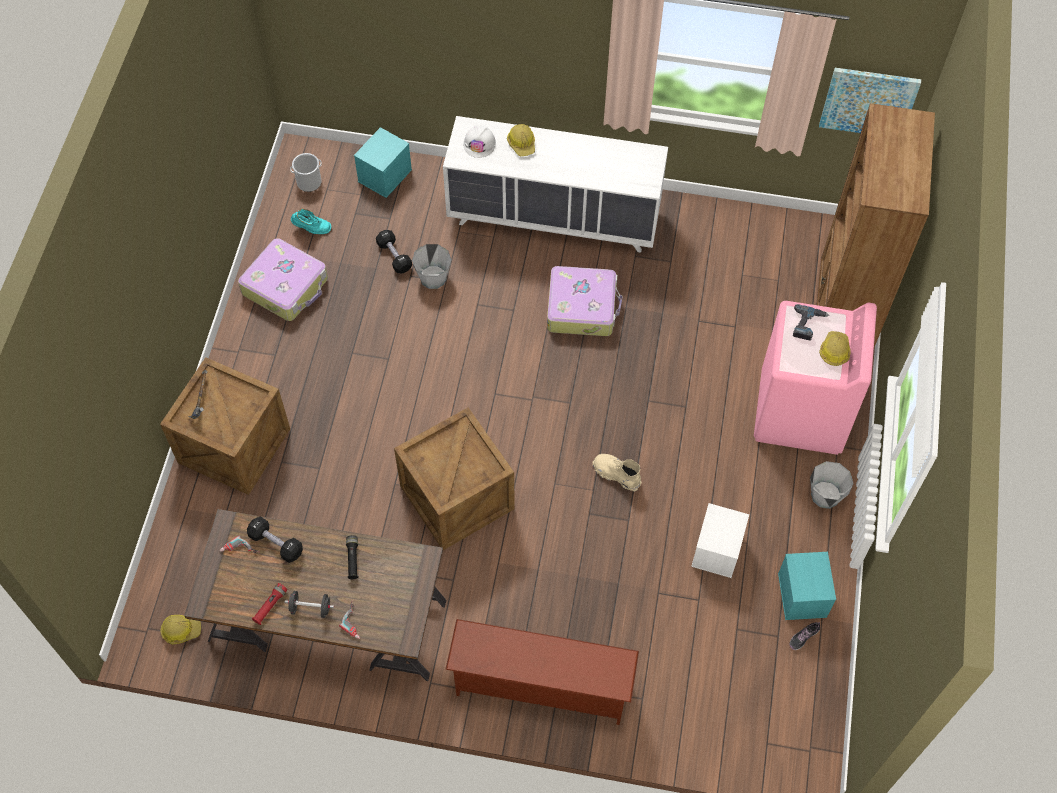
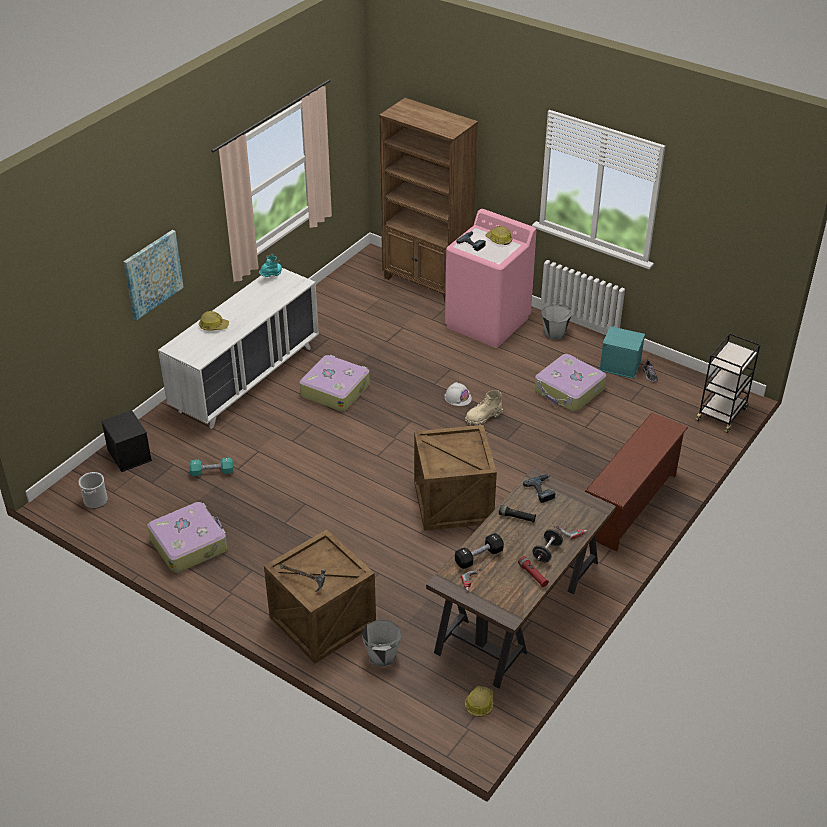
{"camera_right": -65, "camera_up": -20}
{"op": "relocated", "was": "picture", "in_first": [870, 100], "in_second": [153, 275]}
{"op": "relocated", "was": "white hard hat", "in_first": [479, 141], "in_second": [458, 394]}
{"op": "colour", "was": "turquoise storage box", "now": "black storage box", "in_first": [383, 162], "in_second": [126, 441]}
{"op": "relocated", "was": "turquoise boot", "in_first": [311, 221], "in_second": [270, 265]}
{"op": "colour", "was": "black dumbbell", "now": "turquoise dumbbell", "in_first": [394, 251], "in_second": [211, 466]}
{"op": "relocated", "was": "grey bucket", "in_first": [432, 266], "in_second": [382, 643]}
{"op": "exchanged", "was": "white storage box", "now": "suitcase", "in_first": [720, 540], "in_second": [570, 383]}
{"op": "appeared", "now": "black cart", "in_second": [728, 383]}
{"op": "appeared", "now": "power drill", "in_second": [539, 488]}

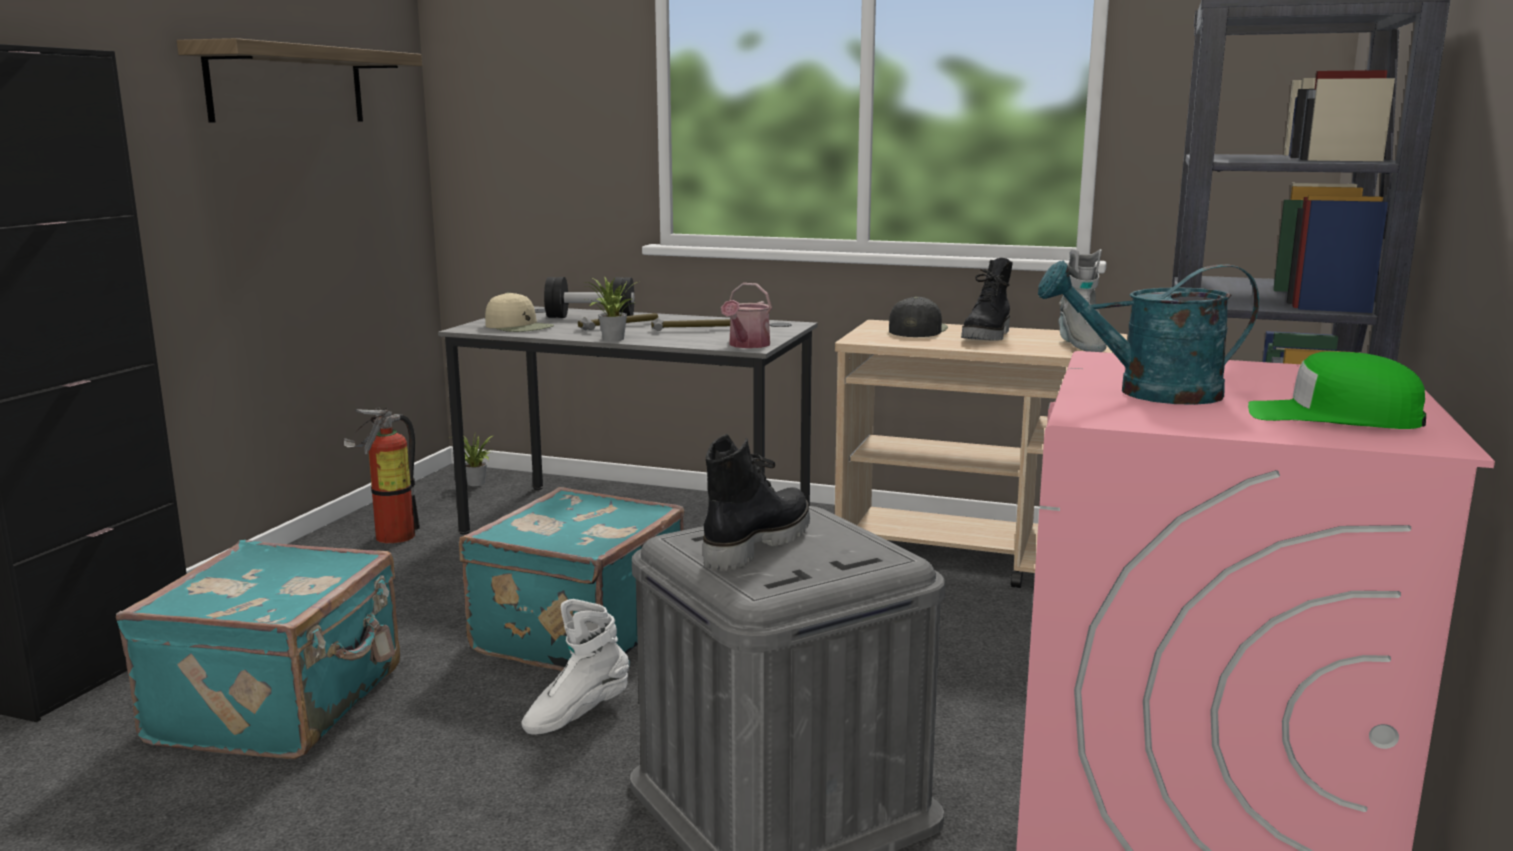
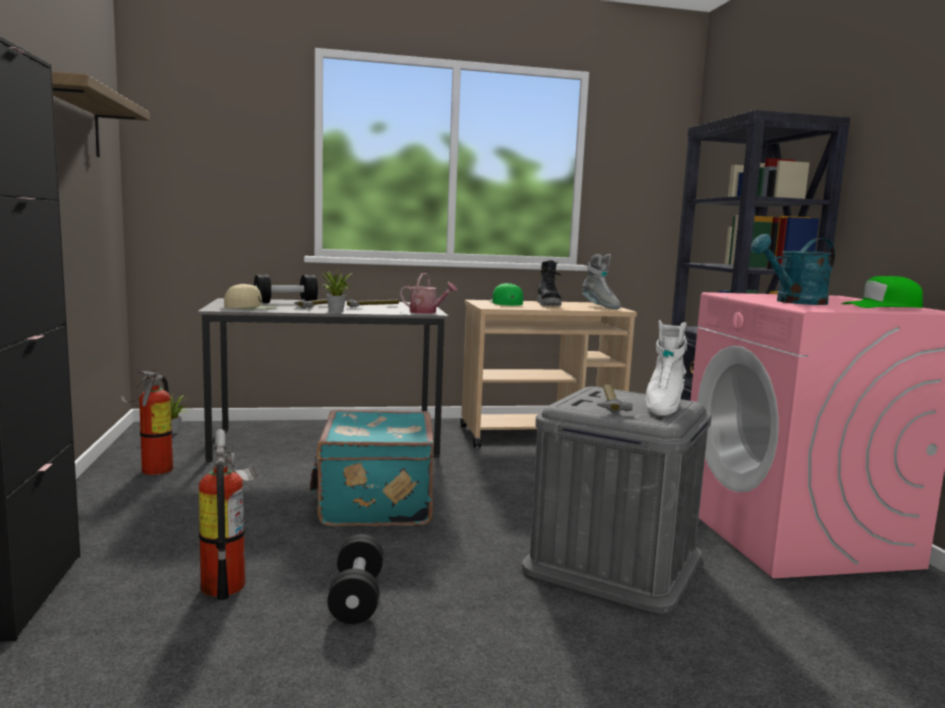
{"camera_right": -30, "camera_up": -5}
{"op": "spun", "was": "watering can", "in_first": [746, 315], "in_second": [428, 293], "clockwise": -60}
{"op": "colour", "was": "black cap", "now": "green cap", "in_first": [918, 317], "in_second": [506, 294]}
{"op": "exchanged", "was": "black boot", "now": "hammer", "in_first": [756, 502], "in_second": [615, 398]}
{"op": "exchanged", "was": "turquoise suitcase", "now": "fire extinguisher", "in_first": [258, 649], "in_second": [228, 514]}
{"op": "relocated", "was": "white boot", "in_first": [575, 667], "in_second": [666, 368]}
{"op": "appeared", "now": "black dumbbell", "in_second": [355, 579]}

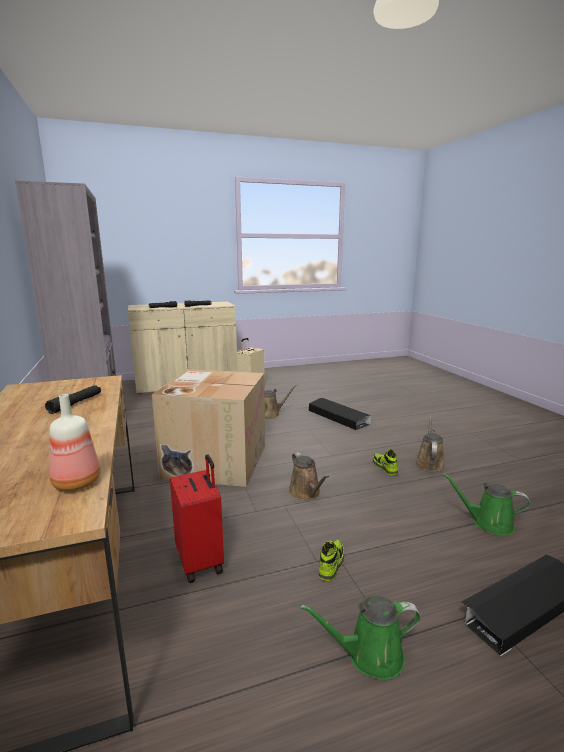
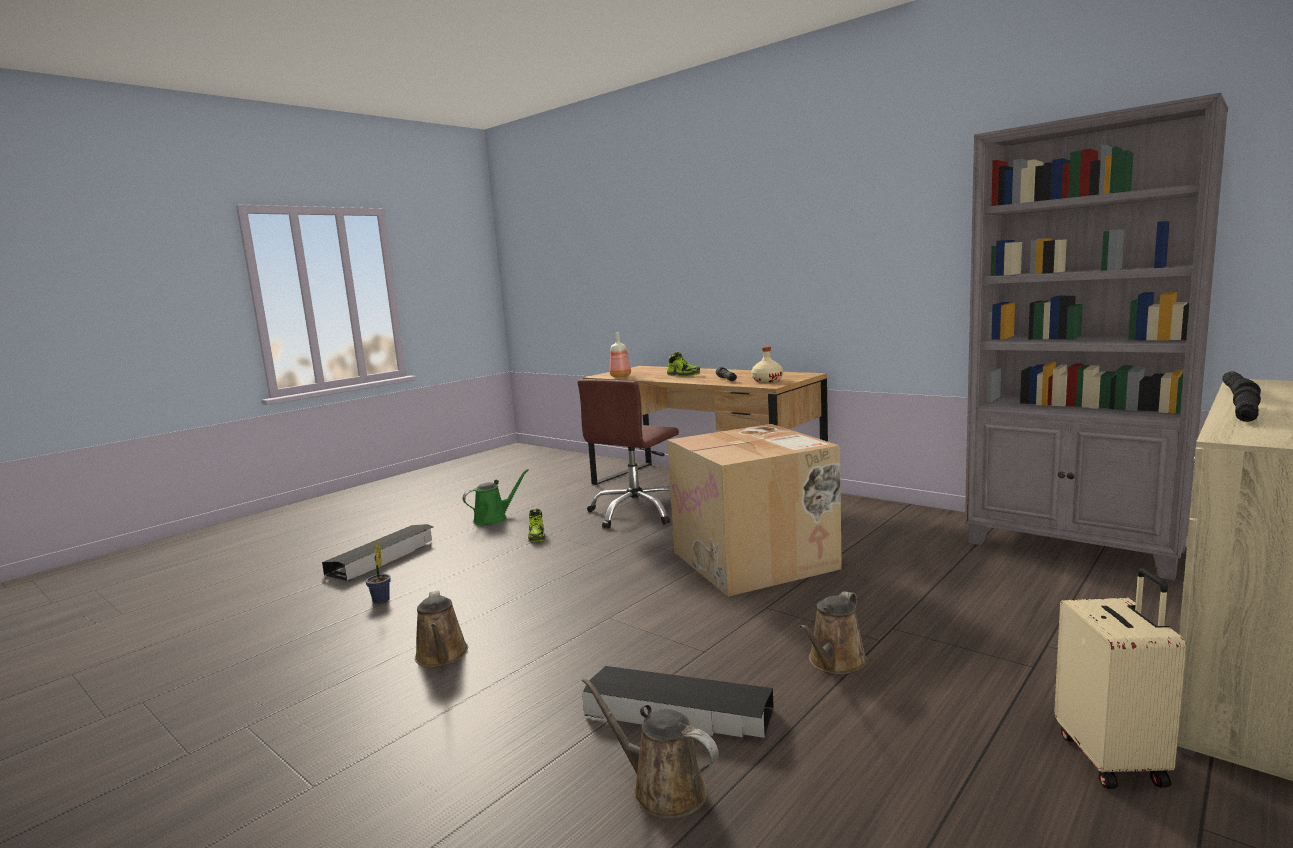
{"camera_right": 150, "camera_up": -5}
{"op": "relocated", "was": "shoe", "in_first": [385, 462], "in_second": [683, 364]}
{"op": "relocated", "was": "brown watering can", "in_first": [309, 476], "in_second": [650, 748]}
{"op": "exchanged", "was": "red suitcase", "now": "brown office chair", "in_first": [197, 518], "in_second": [628, 454]}
{"op": "exchanged", "was": "green watering can", "now": "potted plant", "in_first": [486, 504], "in_second": [378, 572]}
{"op": "appeared", "now": "beige bottle", "in_second": [767, 364]}

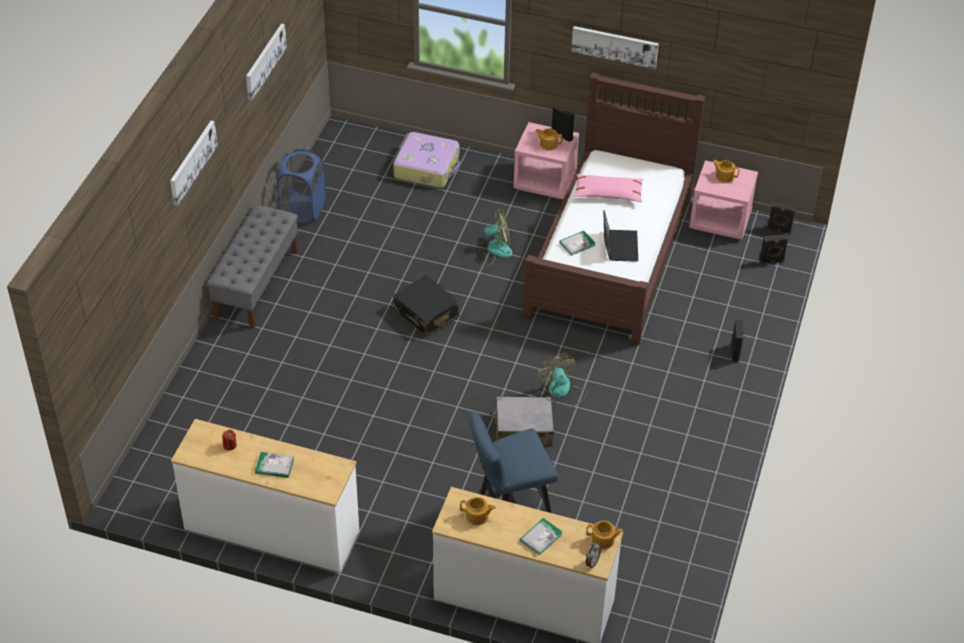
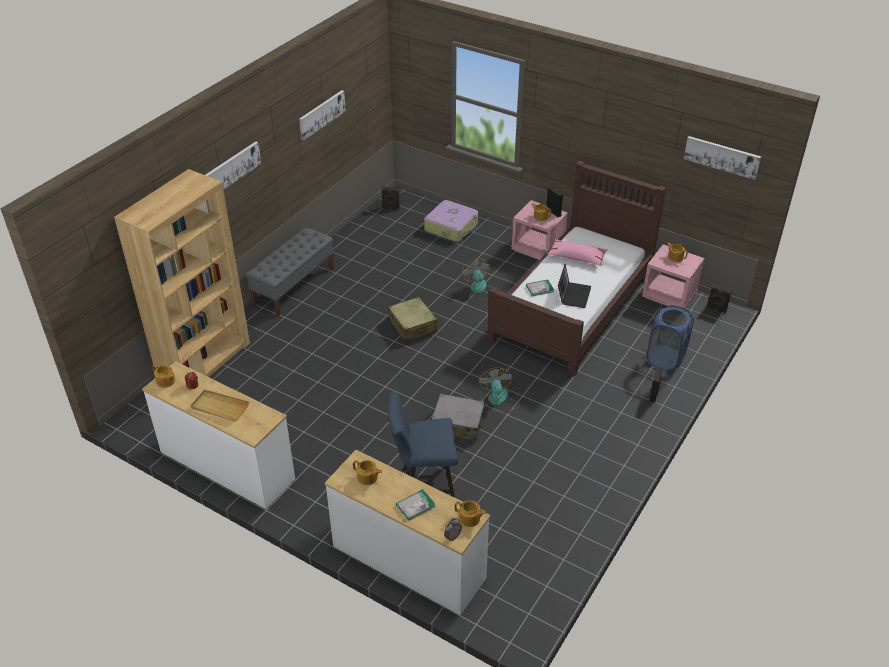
{"camera_right": 15, "camera_up": -5}
{"op": "relocated", "was": "picture", "in_first": [615, 47], "in_second": [722, 158]}
{"op": "relocated", "was": "blue laundry basket", "in_first": [301, 186], "in_second": [670, 338]}
{"op": "spun", "was": "fan", "in_first": [493, 238], "in_second": [480, 279], "clockwise": -120}
{"op": "relocated", "was": "black speaker", "in_first": [774, 249], "in_second": [390, 198]}
{"op": "colour", "was": "black suitcase", "now": "beige suitcase", "in_first": [426, 306], "in_second": [412, 319]}
{"op": "exchanged", "was": "book", "now": "beige tray", "in_first": [274, 465], "in_second": [220, 406]}
{"op": "appeared", "now": "brown bookcase", "in_second": [182, 273]}
{"op": "appeared", "now": "teapot", "in_second": [163, 376]}

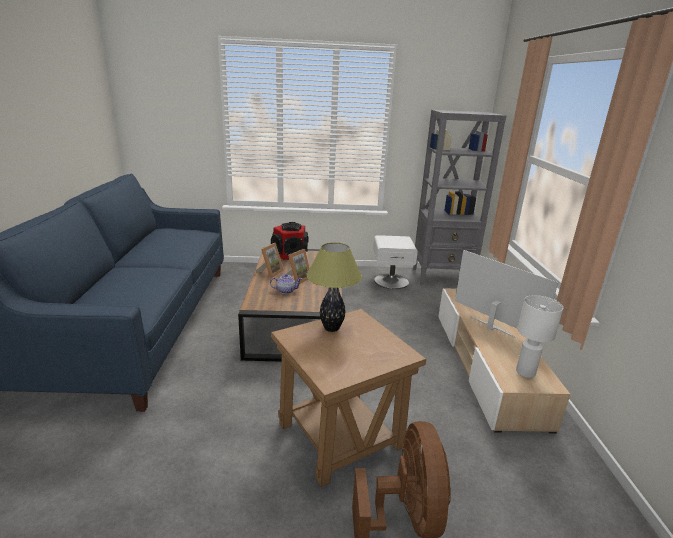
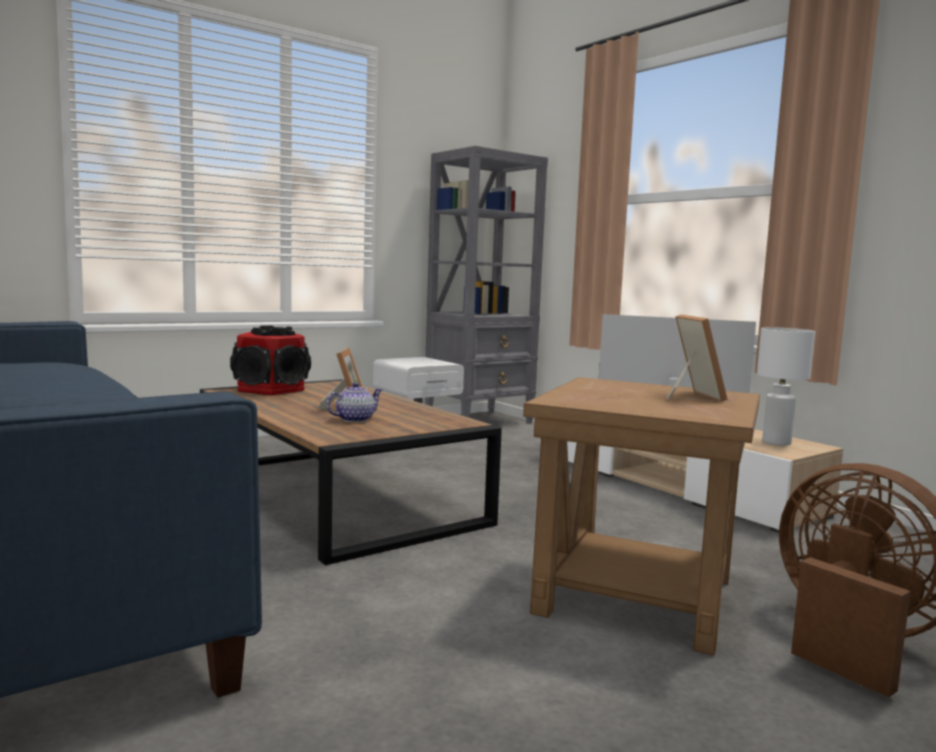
{"camera_right": -35, "camera_up": -15}
{"op": "missing", "was": "table lamp", "in_first": [334, 287]}
{"op": "relocated", "was": "picture frame", "in_first": [270, 260], "in_second": [697, 358]}

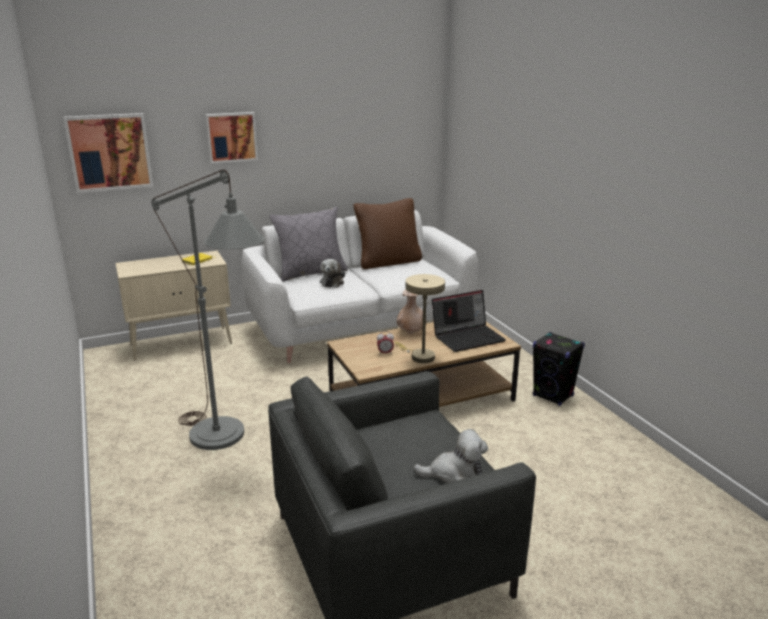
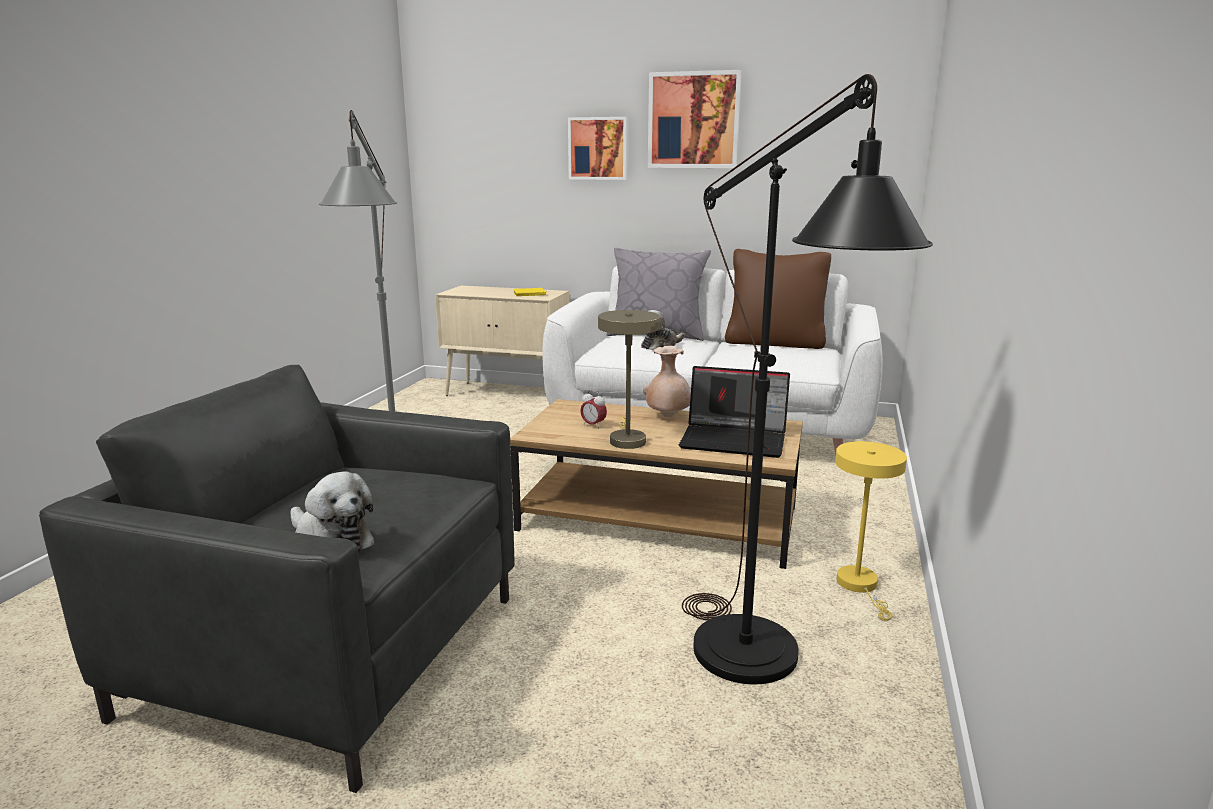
{"camera_right": 40, "camera_up": -5}
{"op": "relocated", "was": "picture", "in_first": [108, 153], "in_second": [695, 119]}
{"op": "exchanged", "was": "black speaker", "now": "yellow table lamp", "in_first": [559, 369], "in_second": [871, 531]}
{"op": "appeared", "now": "black floor lamp", "in_second": [807, 379]}

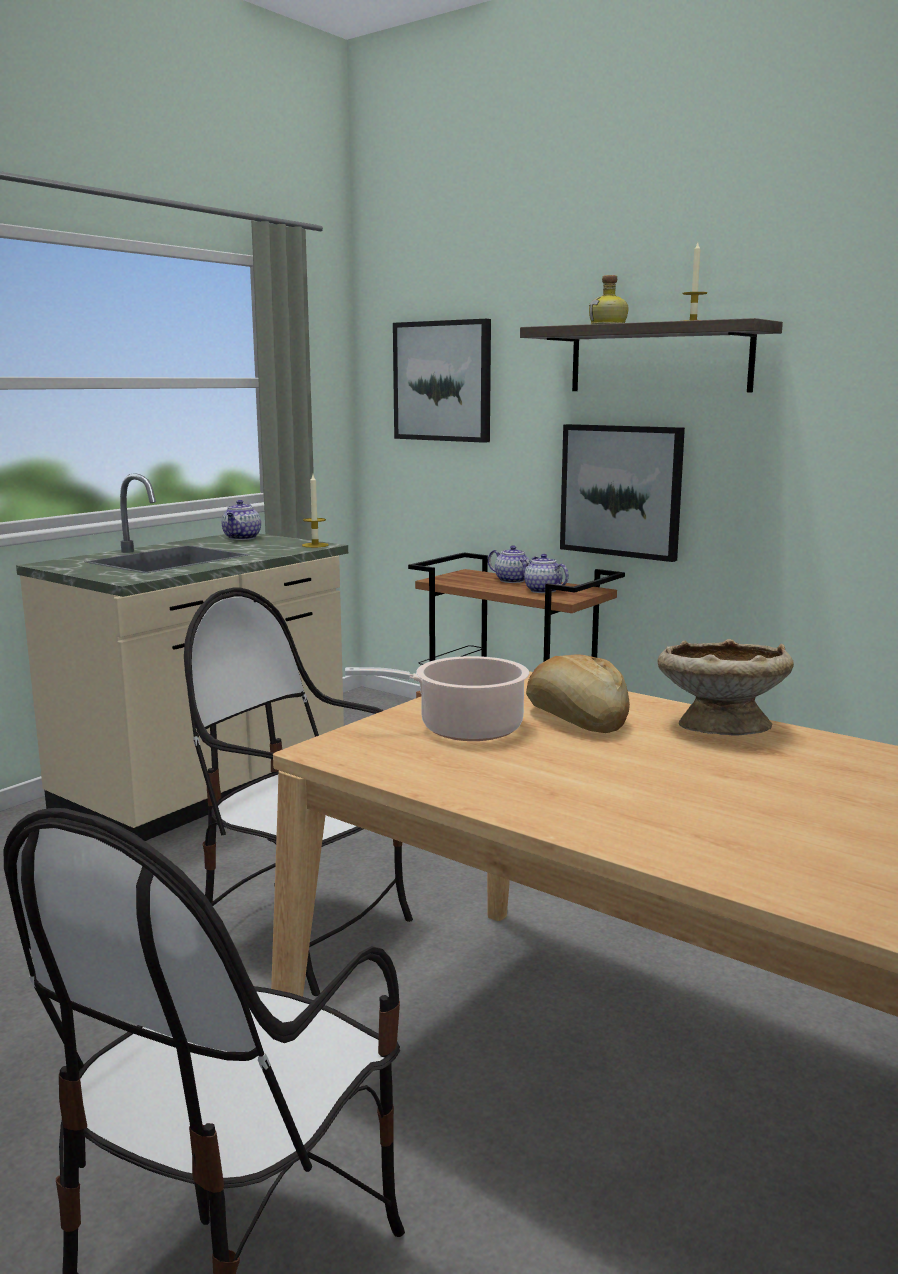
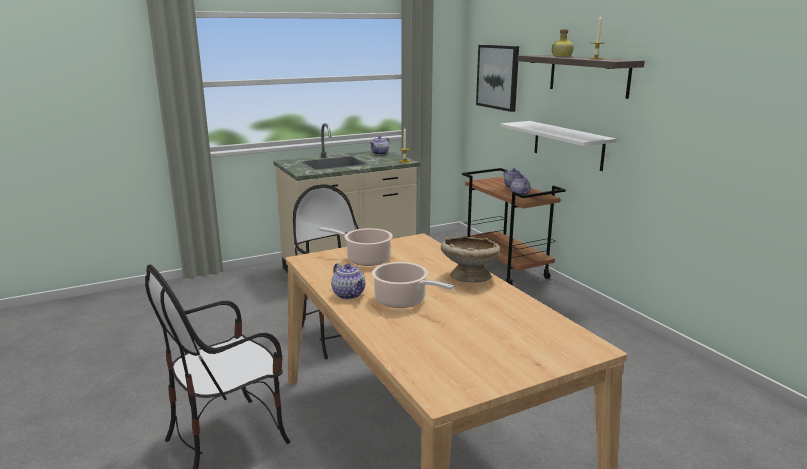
{"camera_right": 25, "camera_up": 5}
{"op": "exchanged", "was": "picture", "now": "white shelf", "in_first": [622, 493], "in_second": [558, 146]}
{"op": "missing", "was": "bread", "in_first": [578, 693]}
{"op": "appeared", "now": "cooking pot", "in_second": [413, 285]}
{"op": "appeared", "now": "teapot", "in_second": [348, 281]}

